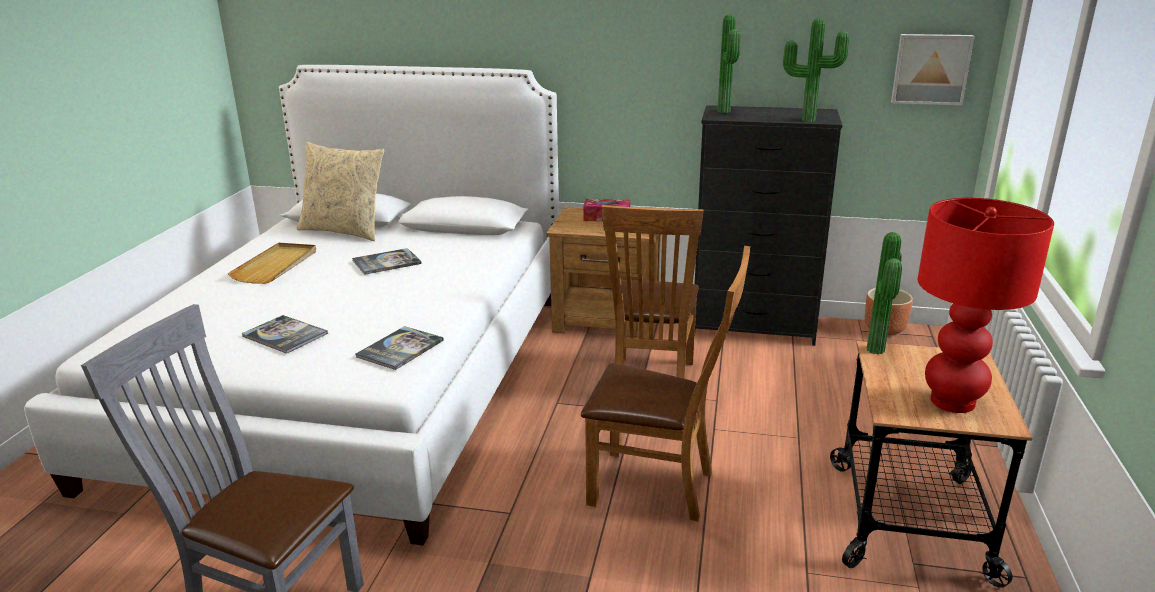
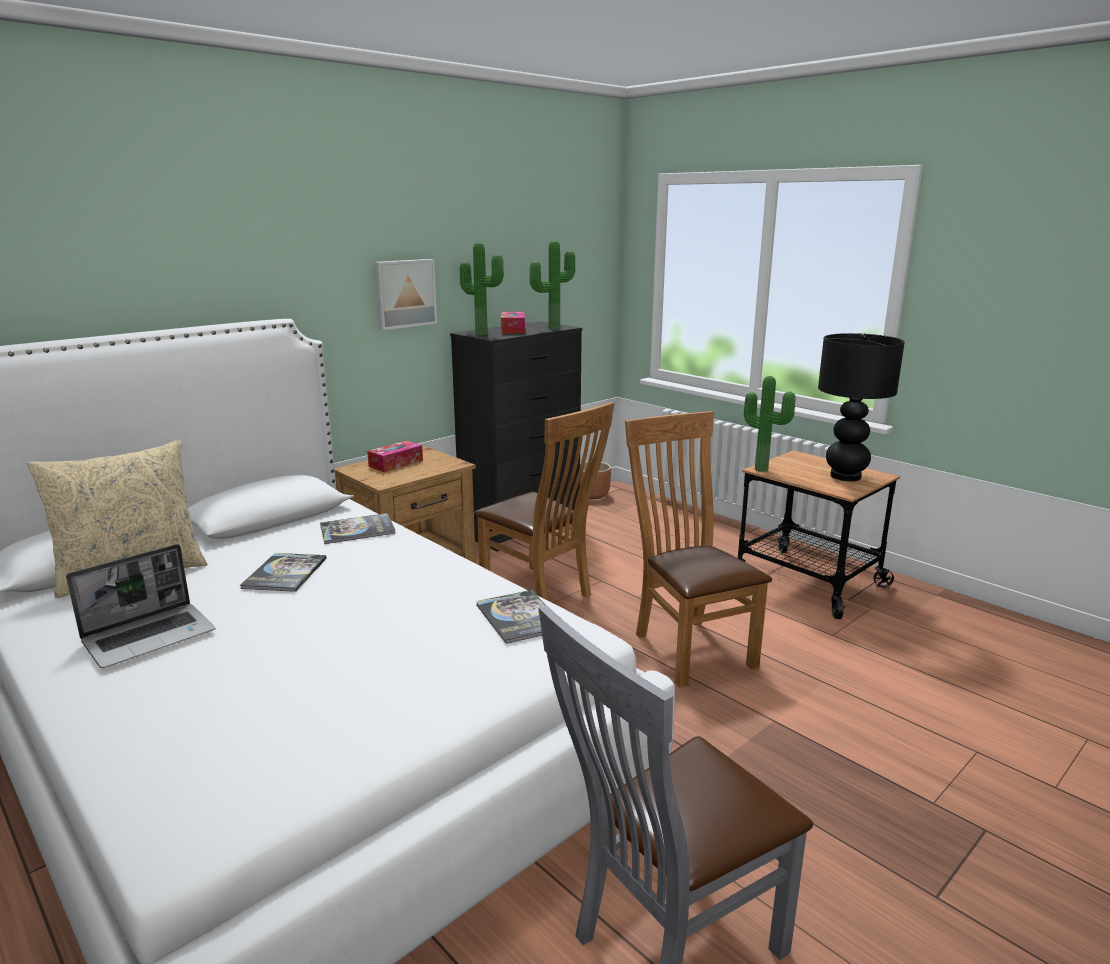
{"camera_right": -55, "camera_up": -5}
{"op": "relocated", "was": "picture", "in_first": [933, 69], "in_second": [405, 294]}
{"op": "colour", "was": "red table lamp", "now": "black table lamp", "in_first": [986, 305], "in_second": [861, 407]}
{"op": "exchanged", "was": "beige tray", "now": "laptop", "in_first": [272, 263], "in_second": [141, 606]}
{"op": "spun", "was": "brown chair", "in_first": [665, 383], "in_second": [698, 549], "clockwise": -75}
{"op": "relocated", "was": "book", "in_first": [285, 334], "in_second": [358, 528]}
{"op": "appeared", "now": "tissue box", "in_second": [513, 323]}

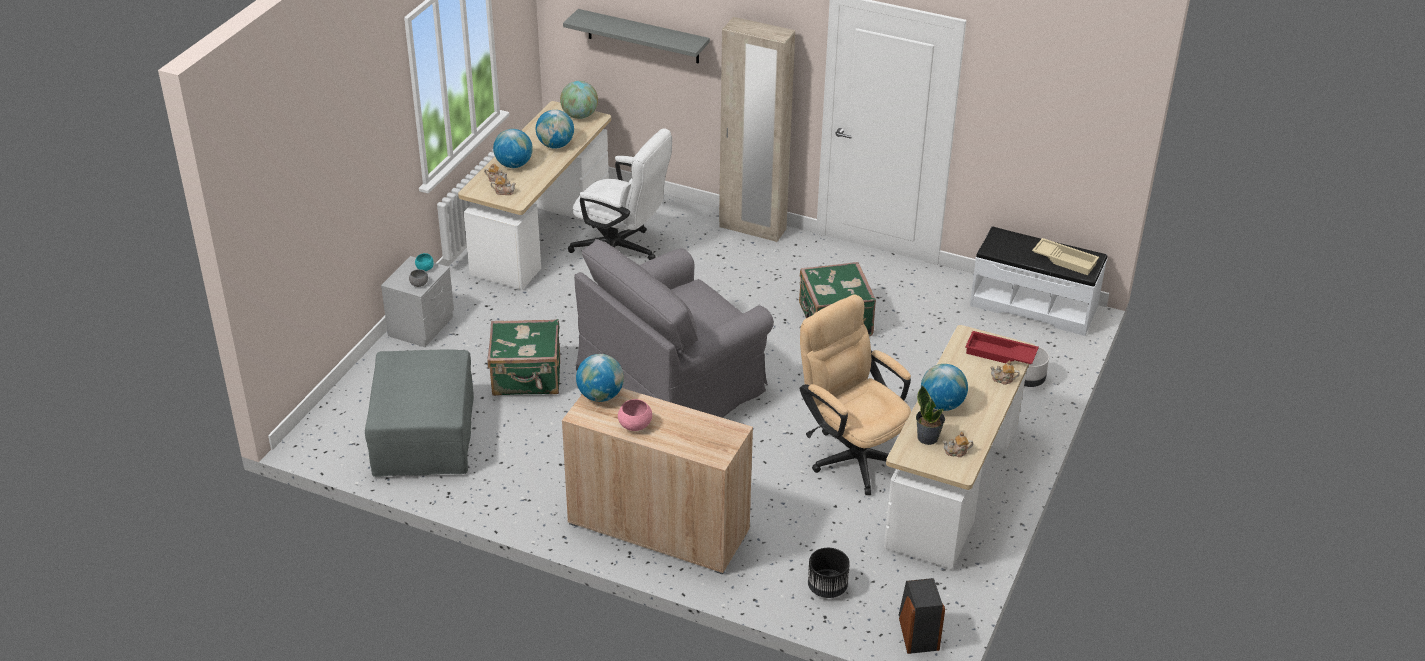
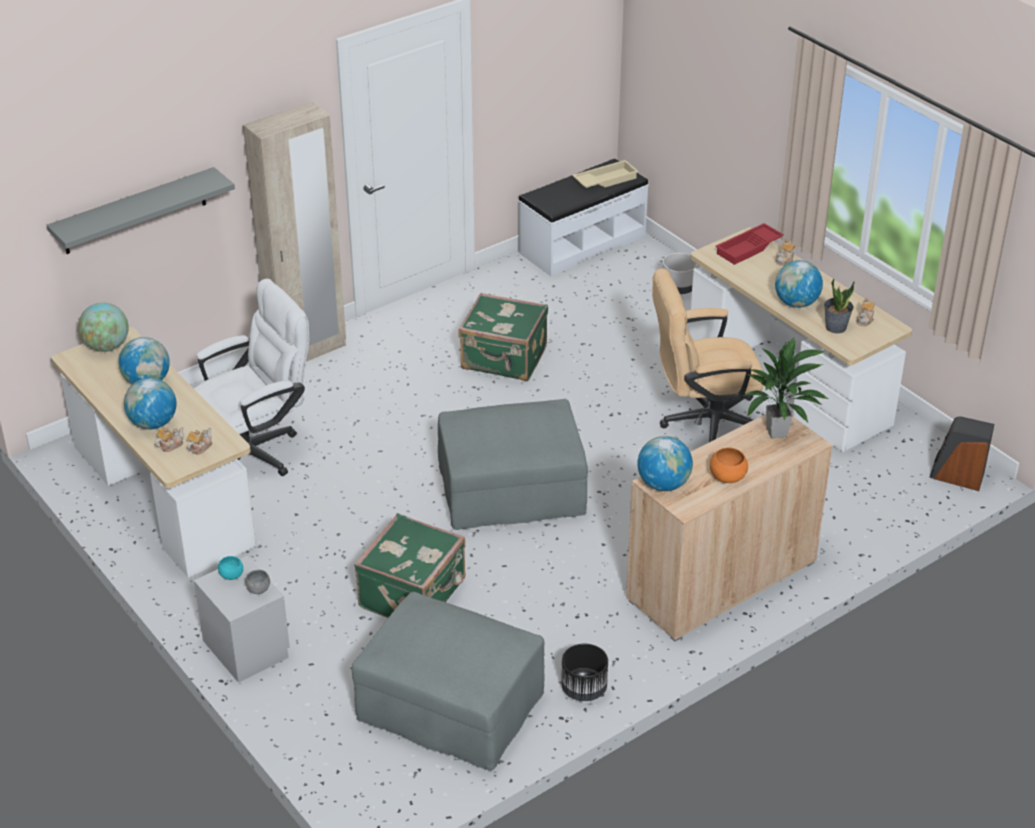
{"camera_right": -60, "camera_up": 0}
{"op": "exchanged", "was": "grey armchair", "now": "grey ottoman", "in_first": [674, 328], "in_second": [513, 464]}
{"op": "colour", "was": "pink bowl", "now": "orange bowl", "in_first": [635, 415], "in_second": [729, 465]}
{"op": "relocated", "was": "black planter", "in_first": [829, 573], "in_second": [584, 672]}
{"op": "appeared", "now": "potted plant", "in_second": [785, 387]}

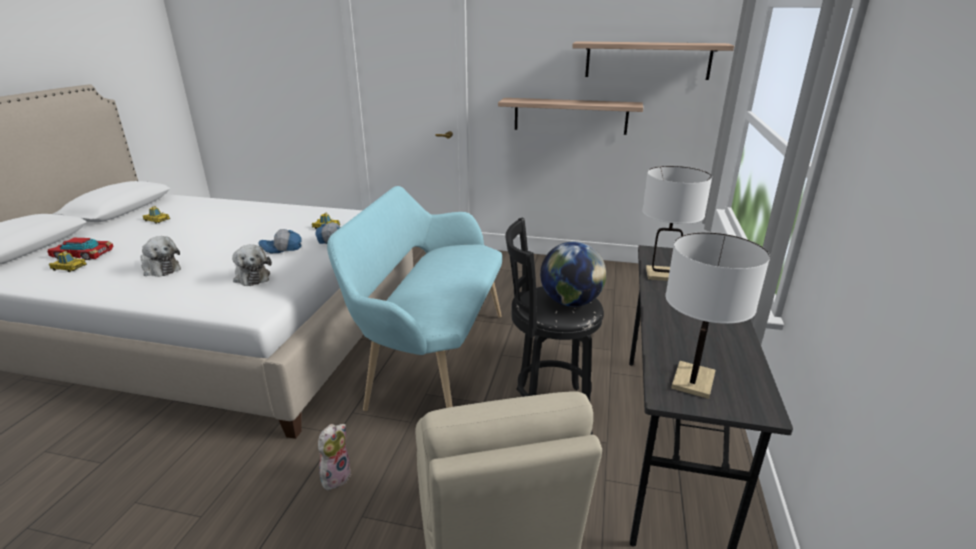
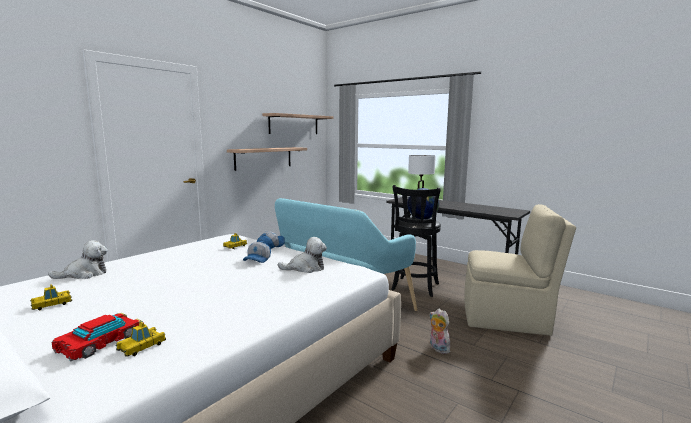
{"camera_right": -65, "camera_up": -15}
{"op": "missing", "was": "white table lamp", "in_first": [717, 315]}
{"op": "relocated", "was": "plush toy", "in_first": [161, 256], "in_second": [78, 259]}

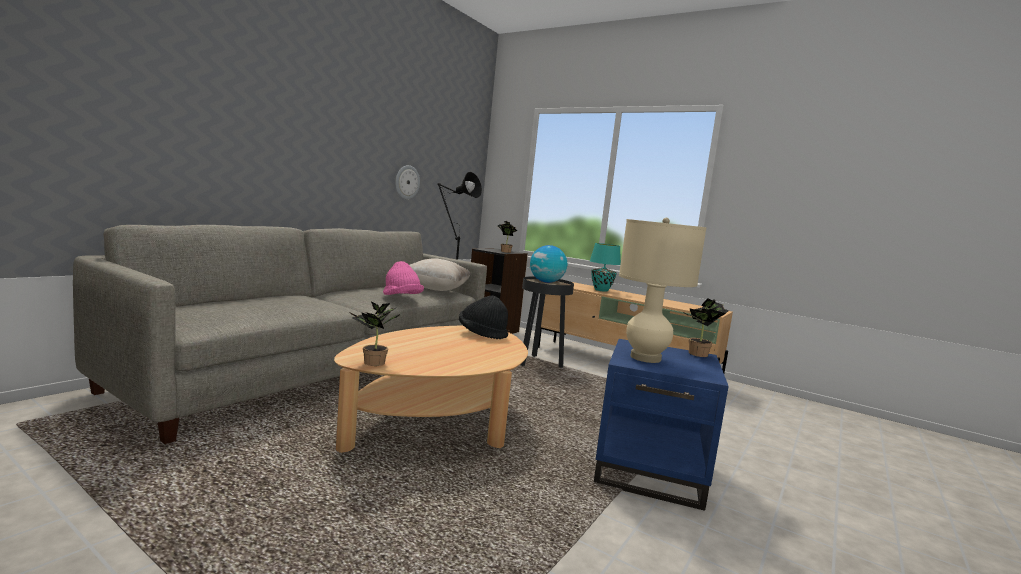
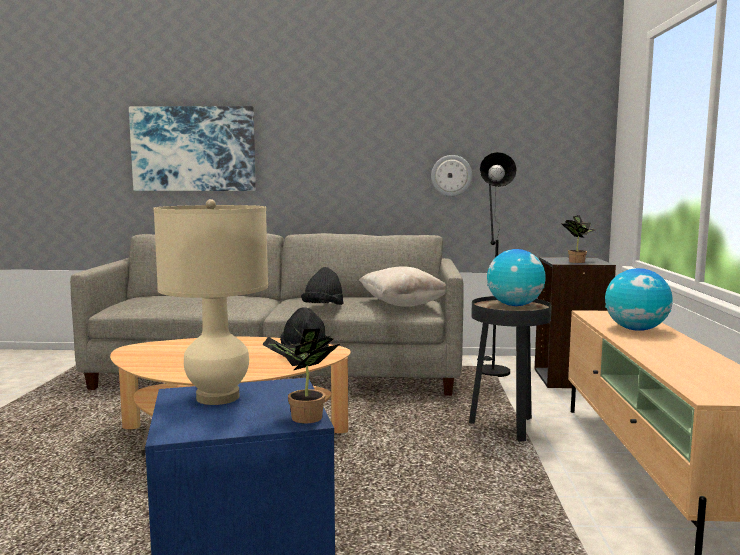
{"camera_right": 60, "camera_up": 0}
{"op": "exchanged", "was": "turquoise table lamp", "now": "globe", "in_first": [605, 267], "in_second": [639, 299]}
{"op": "colour", "was": "pink hat", "now": "black hat", "in_first": [403, 278], "in_second": [322, 286]}
{"op": "missing", "was": "potted plant", "in_first": [374, 334]}
{"op": "appeared", "now": "picture", "in_second": [192, 148]}

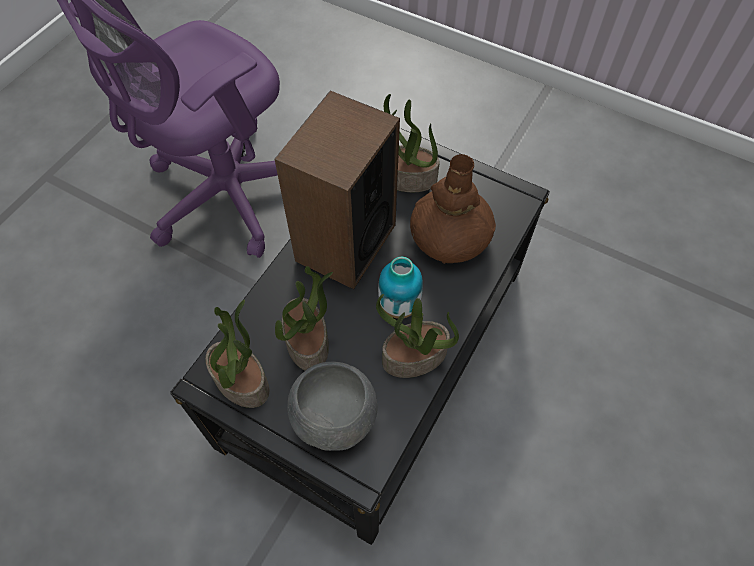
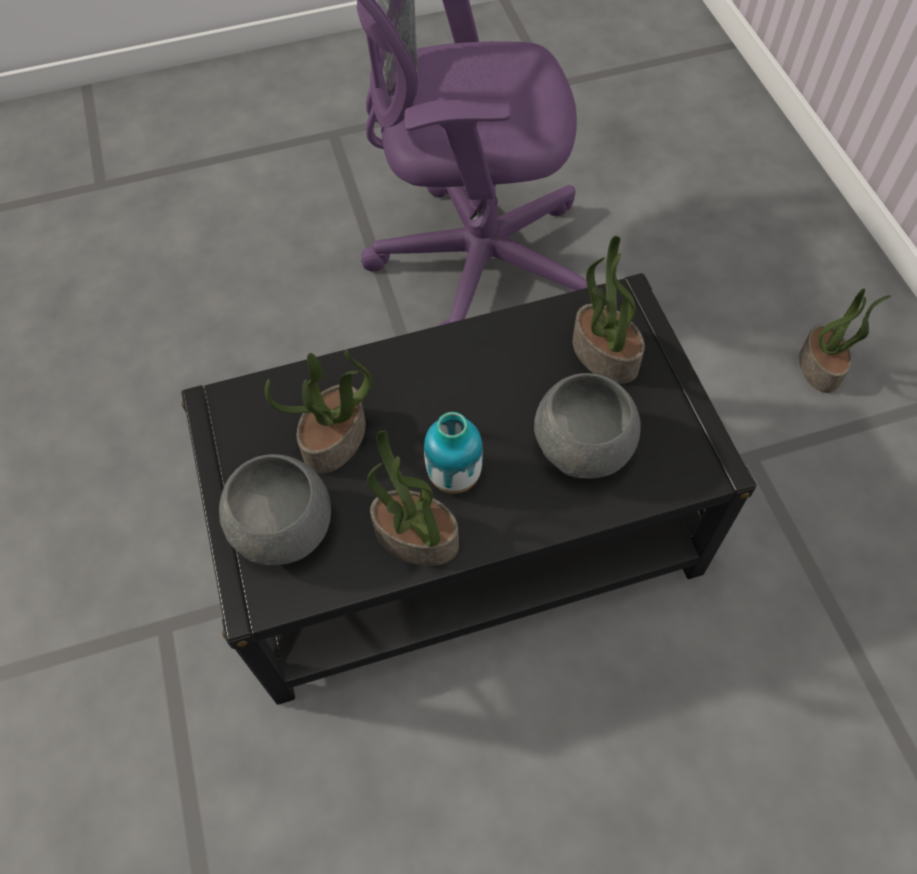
{"camera_right": 45, "camera_up": 0}
{"op": "missing", "was": "speaker", "in_first": [337, 190]}
{"op": "exchanged", "was": "brown vase", "now": "grey bowl", "in_first": [453, 209], "in_second": [587, 426]}
{"op": "relocated", "was": "potted plant", "in_first": [237, 354], "in_second": [845, 340]}

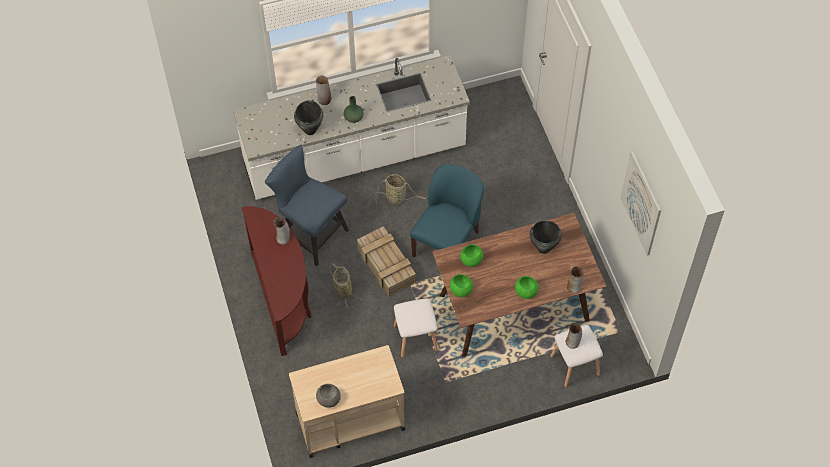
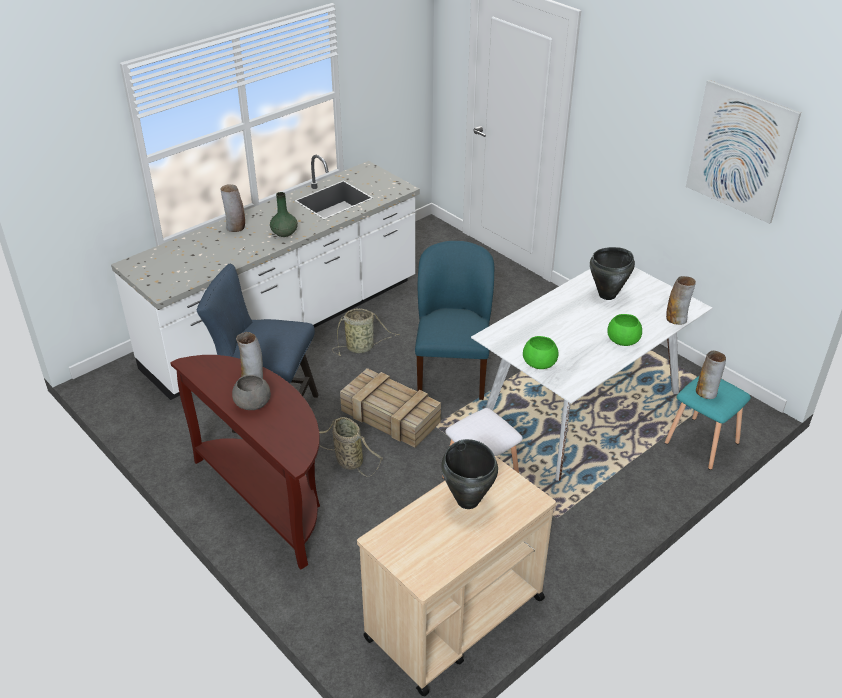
{"camera_right": -25, "camera_up": -20}
{"op": "relocated", "was": "black cooking pot", "in_first": [308, 117], "in_second": [469, 474]}
{"op": "colour", "was": "brown dining table", "now": "white dining table", "in_first": [519, 285], "in_second": [591, 374]}
{"op": "missing", "was": "green bowl", "in_first": [471, 255]}
{"op": "colour", "was": "white stool", "now": "turquoise stool", "in_first": [576, 356], "in_second": [708, 422]}
{"op": "relocated", "was": "grey bowl", "in_first": [328, 396], "in_second": [251, 392]}

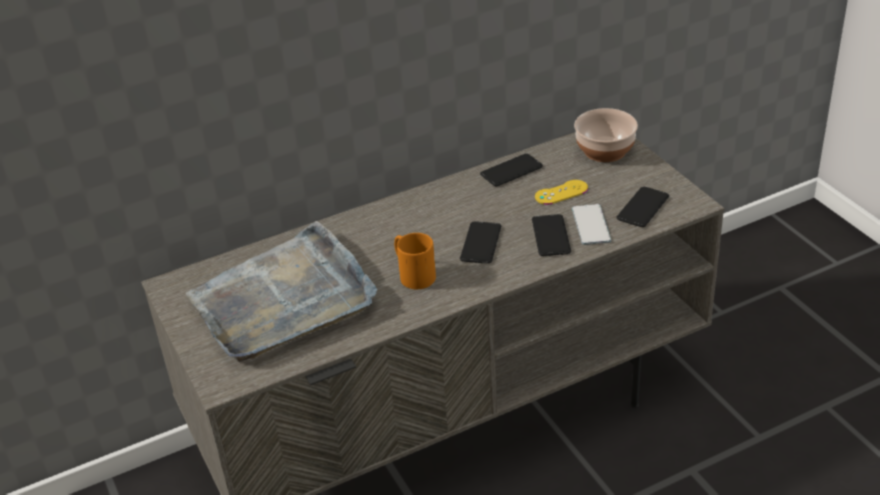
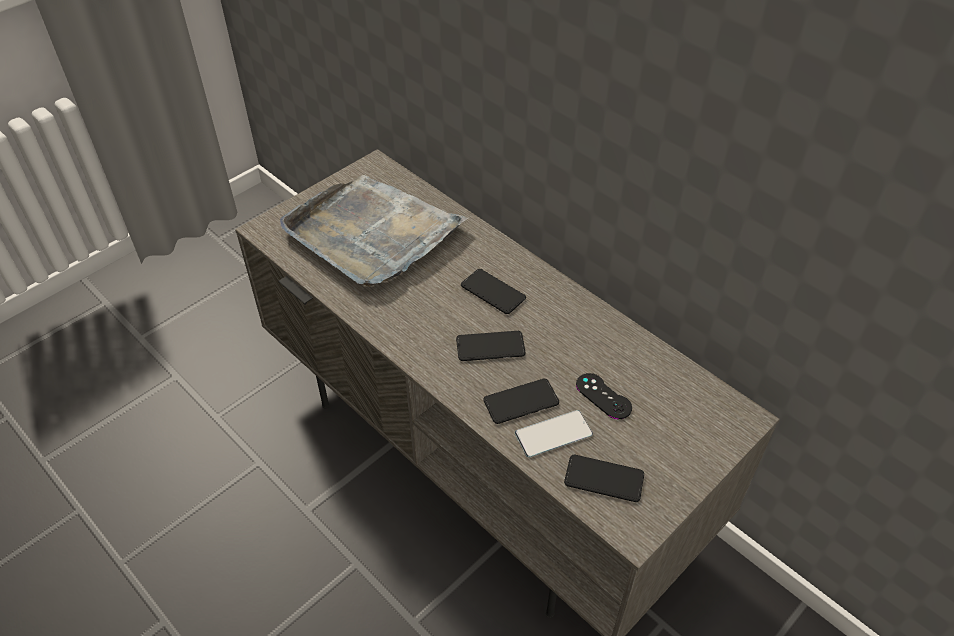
{"camera_right": 70, "camera_up": 10}
{"op": "missing", "was": "bowl", "in_first": [606, 135]}
{"op": "relocated", "was": "phone", "in_first": [511, 170], "in_second": [493, 291]}
{"op": "colour", "was": "yellow game controller", "now": "black game controller", "in_first": [561, 192], "in_second": [604, 396]}
{"op": "missing", "was": "orange mug", "in_first": [415, 261]}

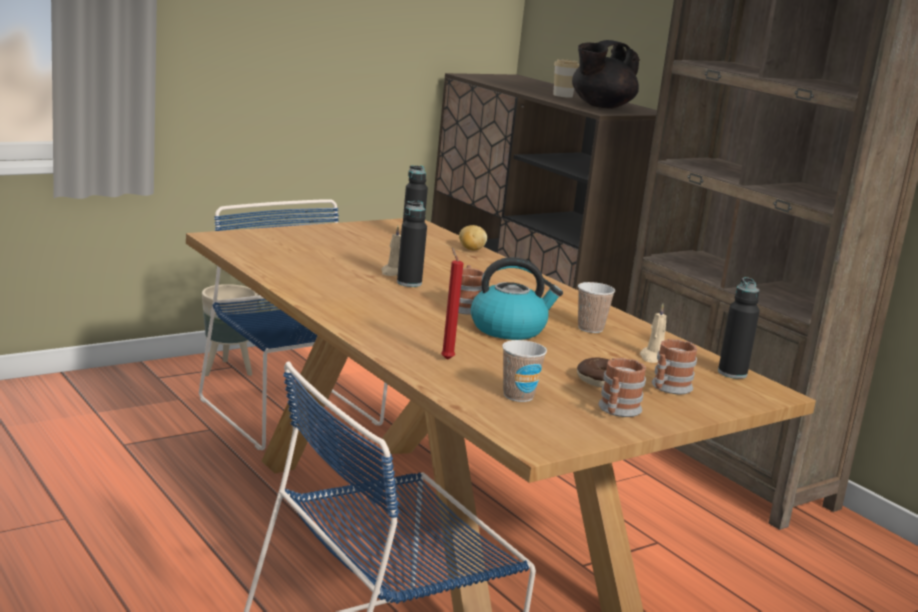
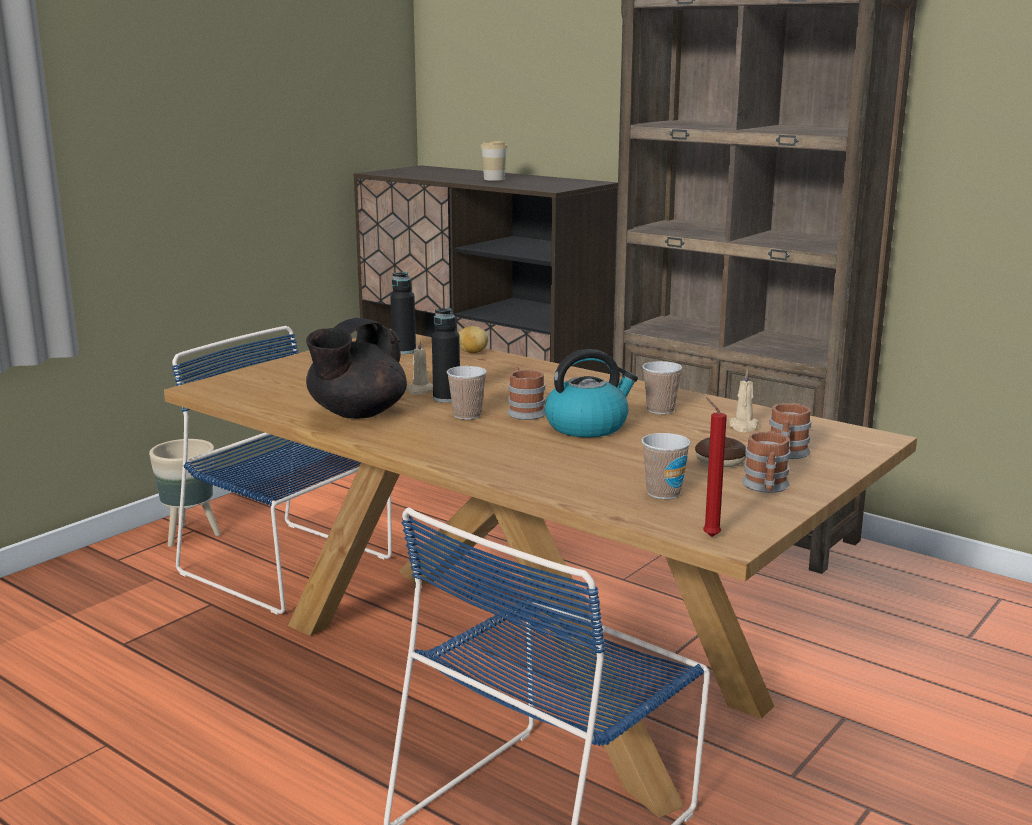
{"camera_right": -15, "camera_up": 0}
{"op": "relocated", "was": "black teapot", "in_first": [606, 74], "in_second": [356, 368]}
{"op": "relocated", "was": "red candle", "in_first": [452, 304], "in_second": [715, 467]}
{"op": "missing", "was": "black bottle", "in_first": [739, 328]}
{"op": "appeared", "now": "cup", "in_second": [467, 393]}

